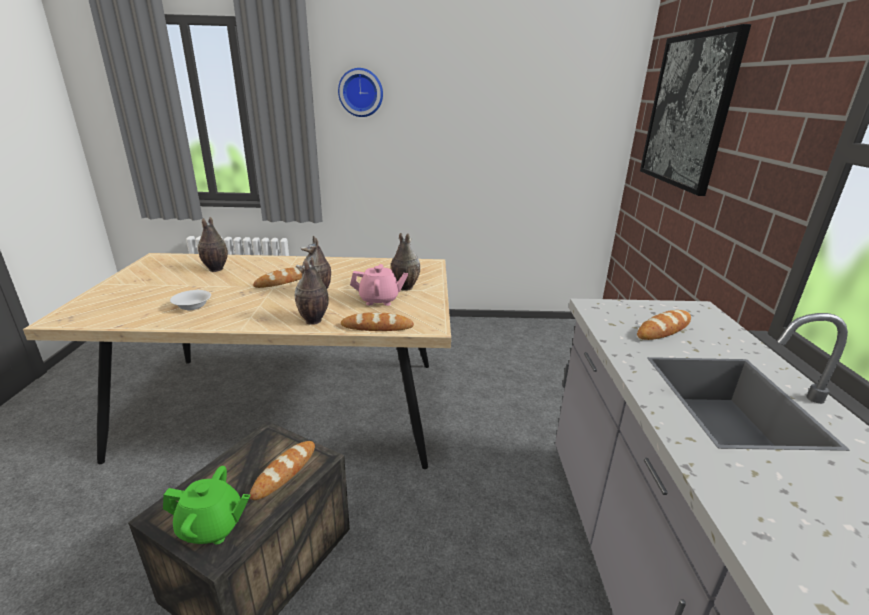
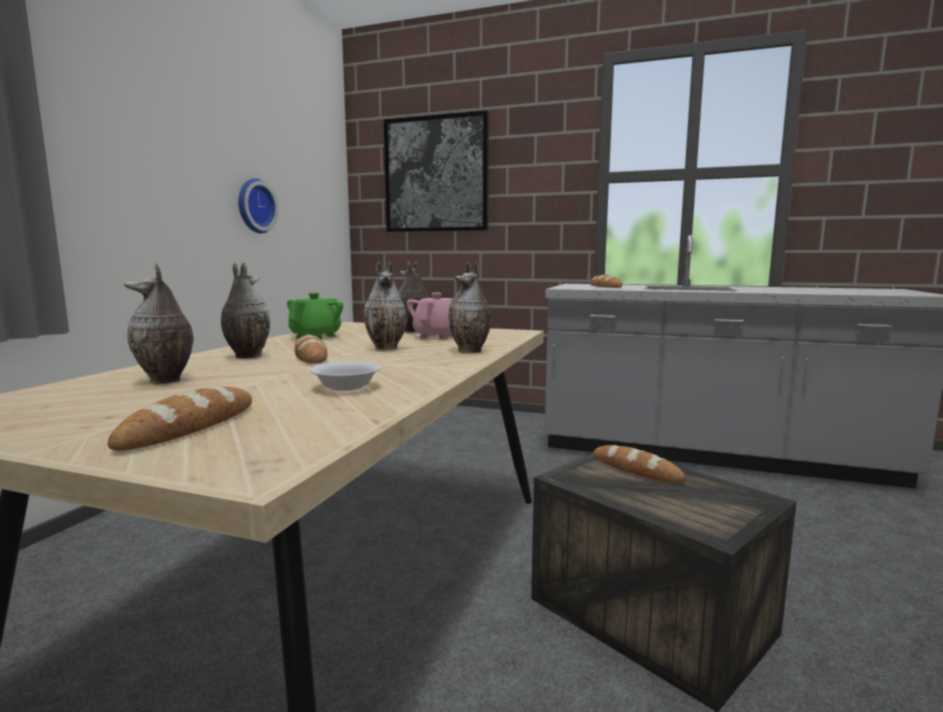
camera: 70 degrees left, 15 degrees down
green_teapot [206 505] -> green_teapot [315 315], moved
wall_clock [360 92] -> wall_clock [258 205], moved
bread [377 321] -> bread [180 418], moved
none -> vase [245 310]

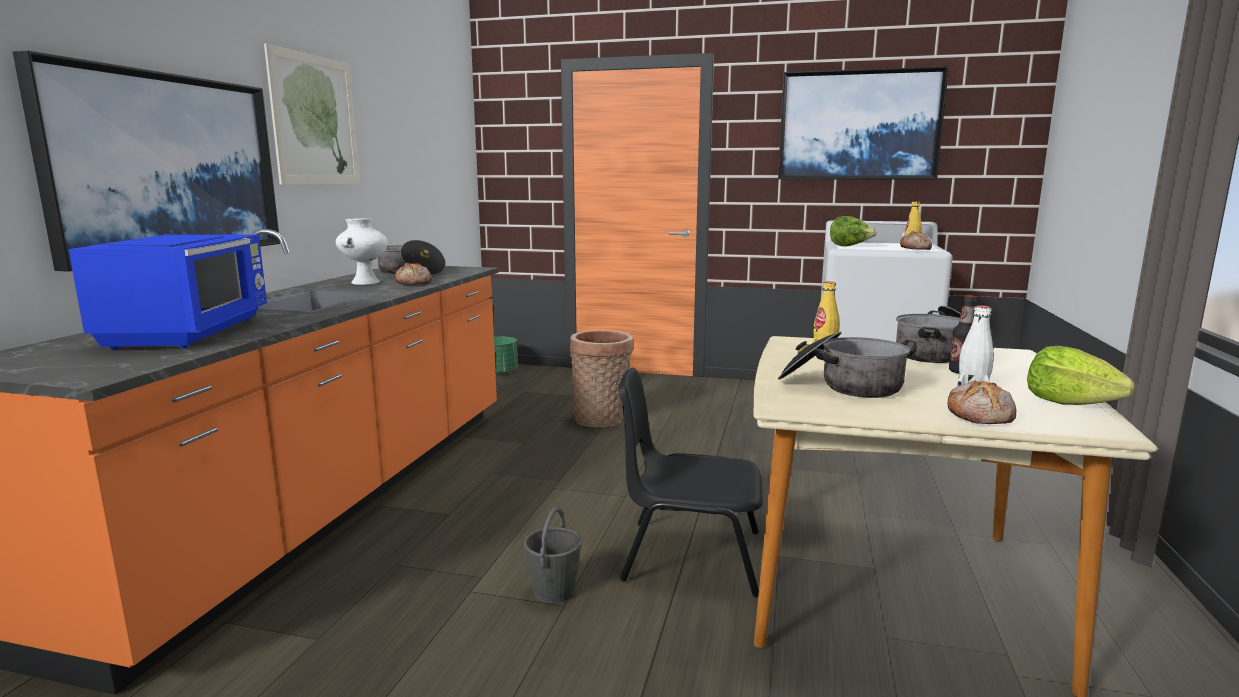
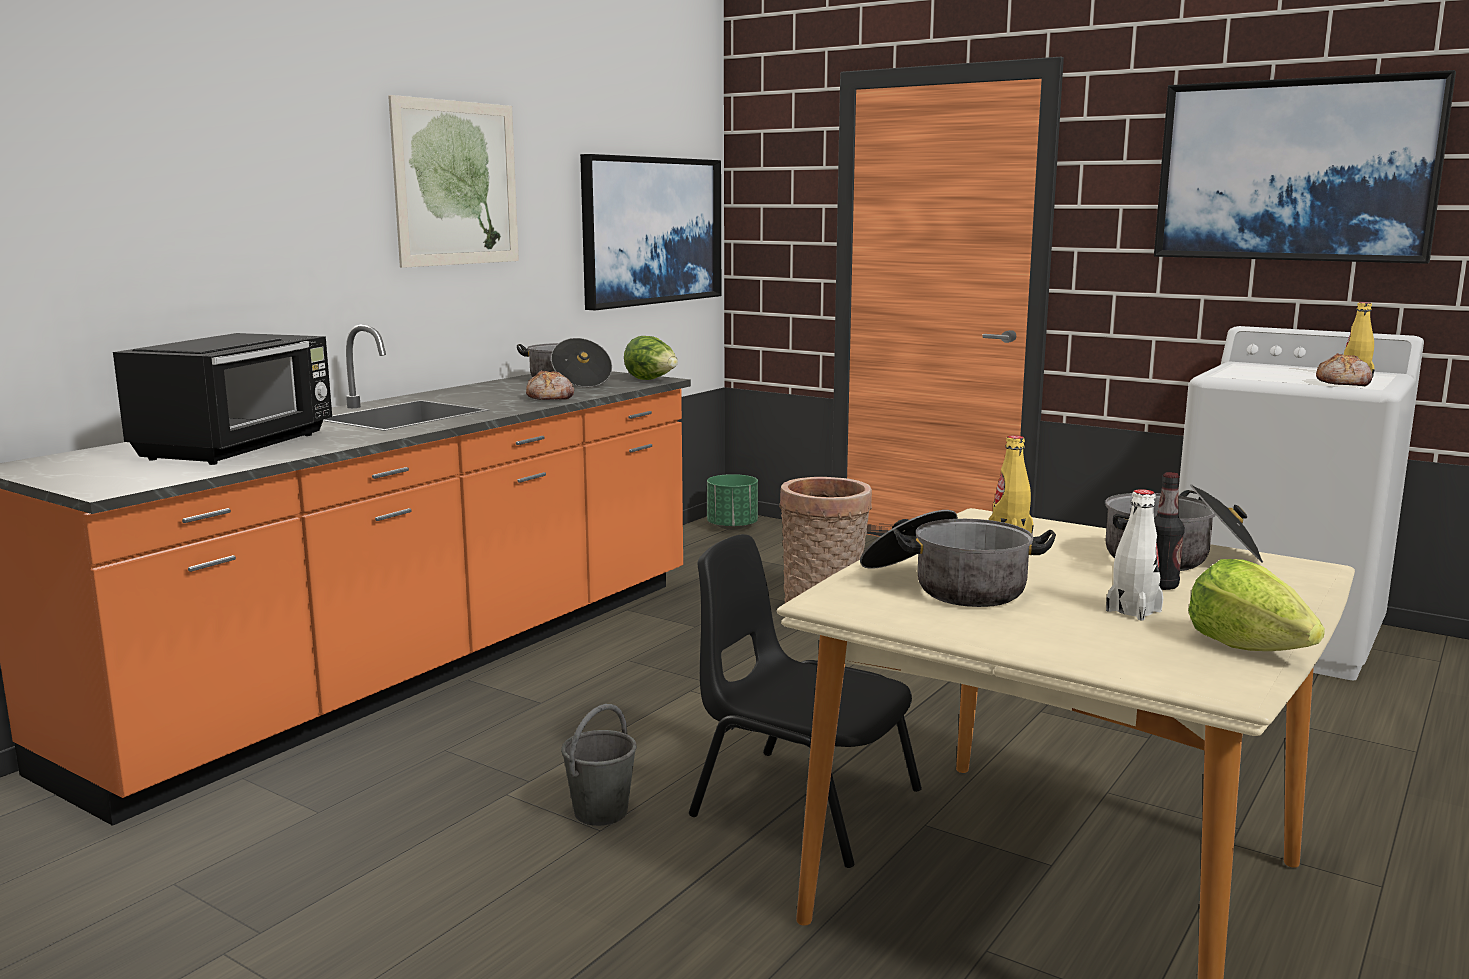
camera: 20 degrees right, 0 degrees up
picture [146 161] -> picture [650 232], moved
blue_microwave [167 291] -> black_microwave [222 399]
white_vase [362 251] -> none
lettuce [853 231] -> lettuce [651 358], moved
bread [981 402] -> none

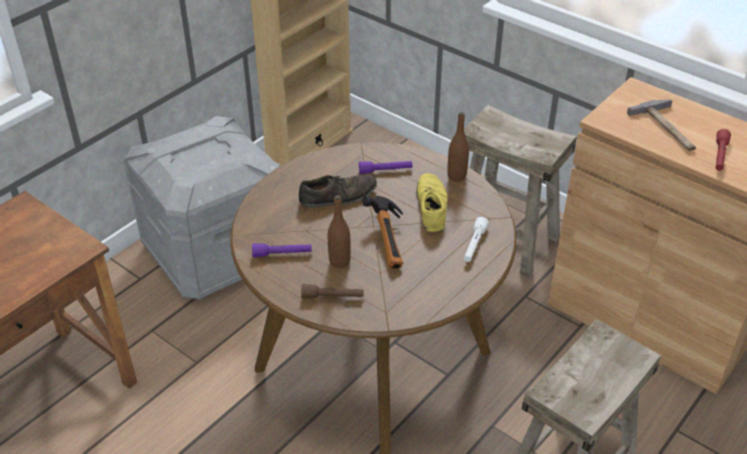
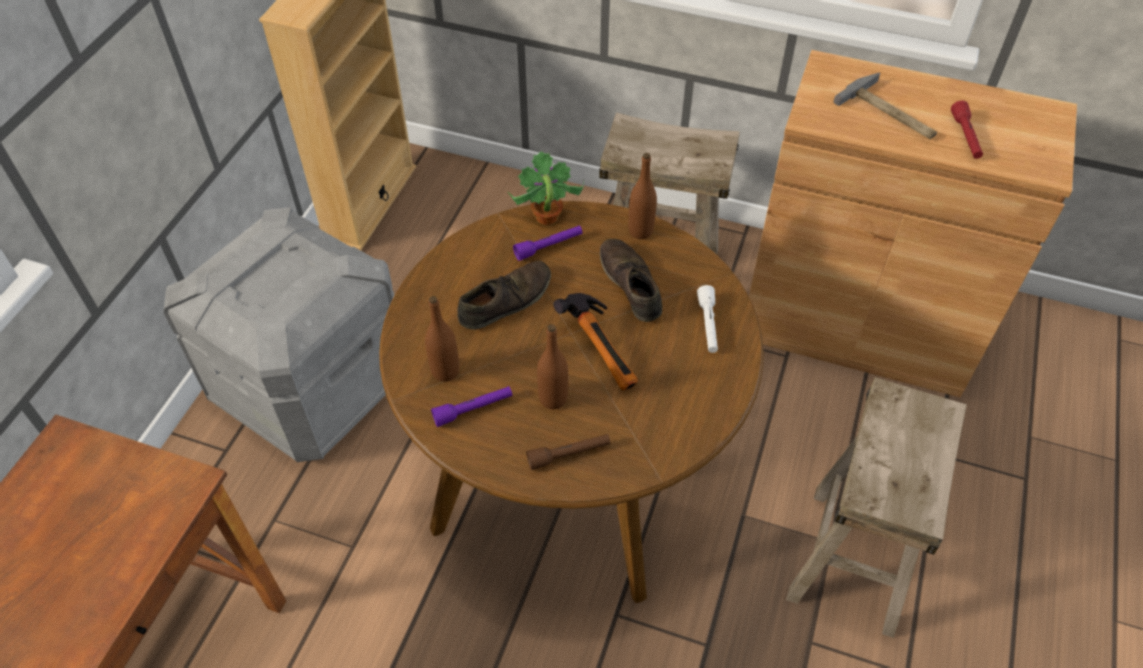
camera: 20 degrees left, 10 degrees up
yellow_shoe [432 202] -> brown_shoe [631 280]
none -> brown_bottle [442 339]
none -> potted_plant [545 188]

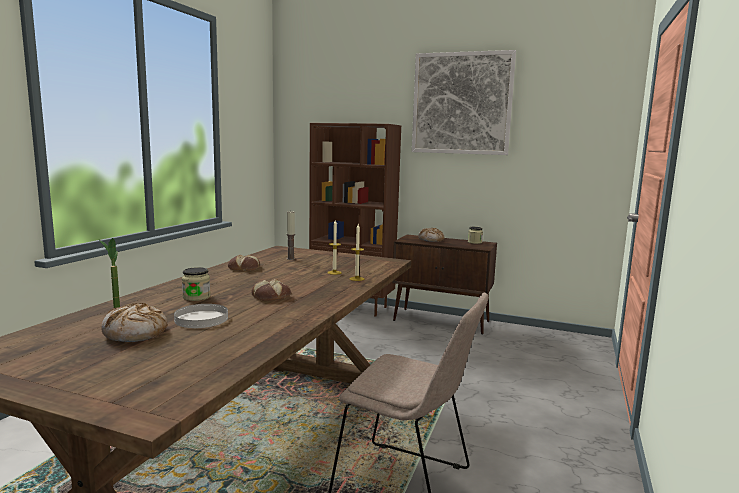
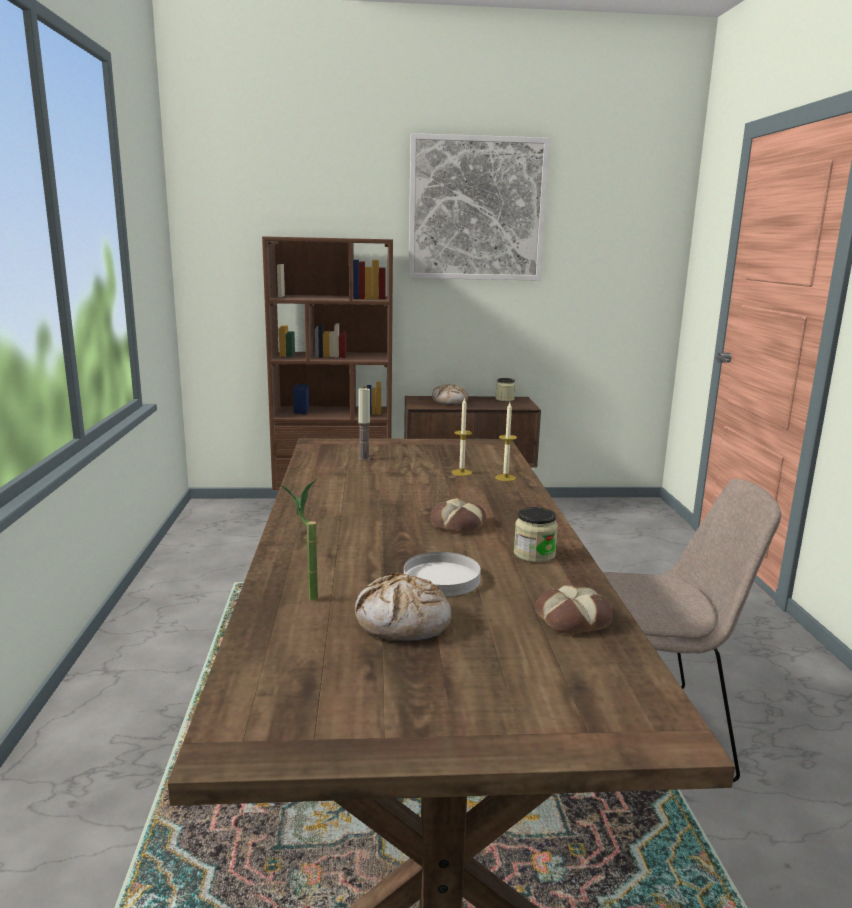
camera: 25 degrees left, 5 degrees up
jar [196 284] -> jar [536 535], moved
bread [244 263] -> bread [574 609], moved

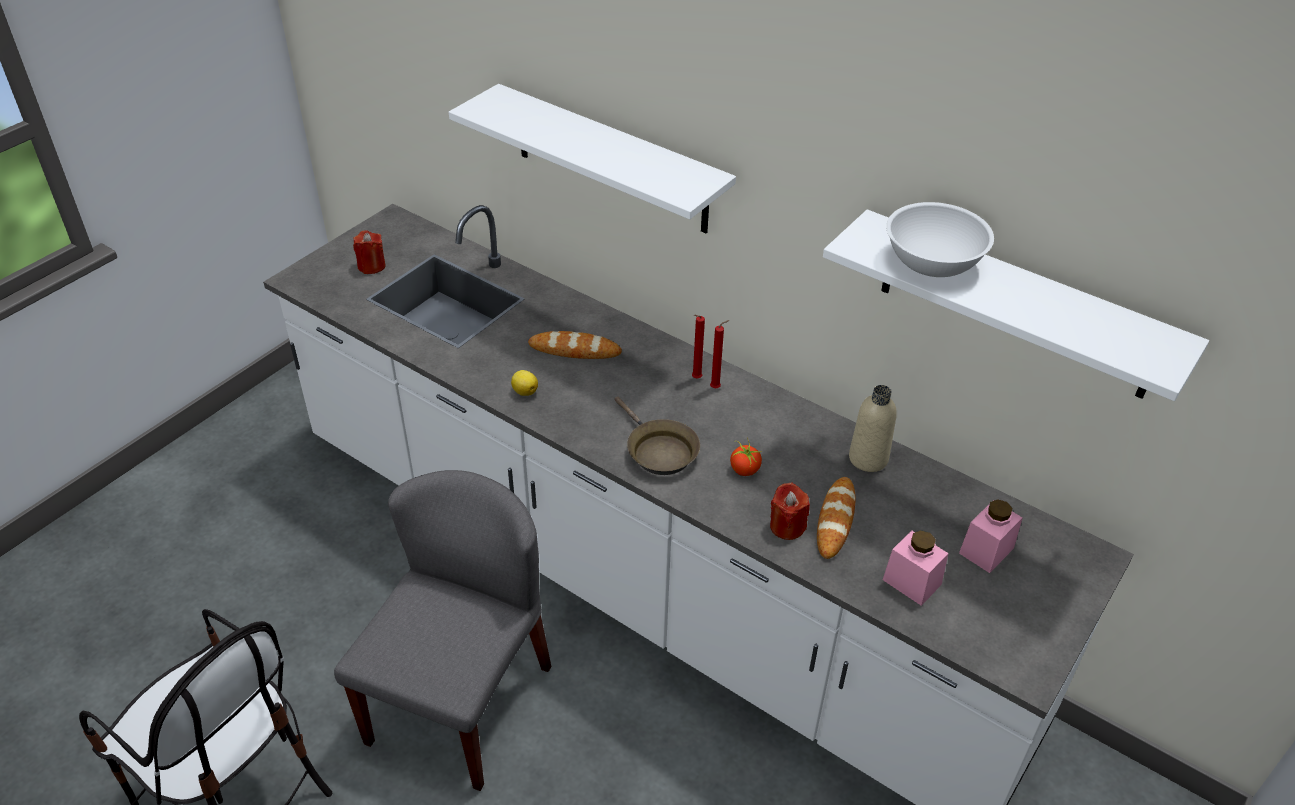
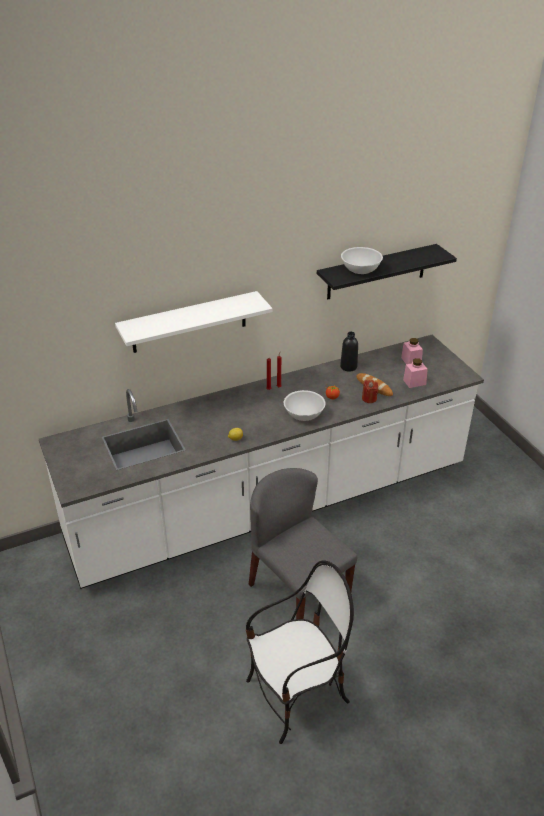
camera: 60 degrees left, 5 degrees down
red_candle [369 252] -> none
bread [575 345] -> none
brown_frying_pan [657 436] -> white_bowl [305 405]
white_shelf [1016 305] -> black_shelf [387 271]
beige_bottle [873 428] -> black_bottle [349 352]

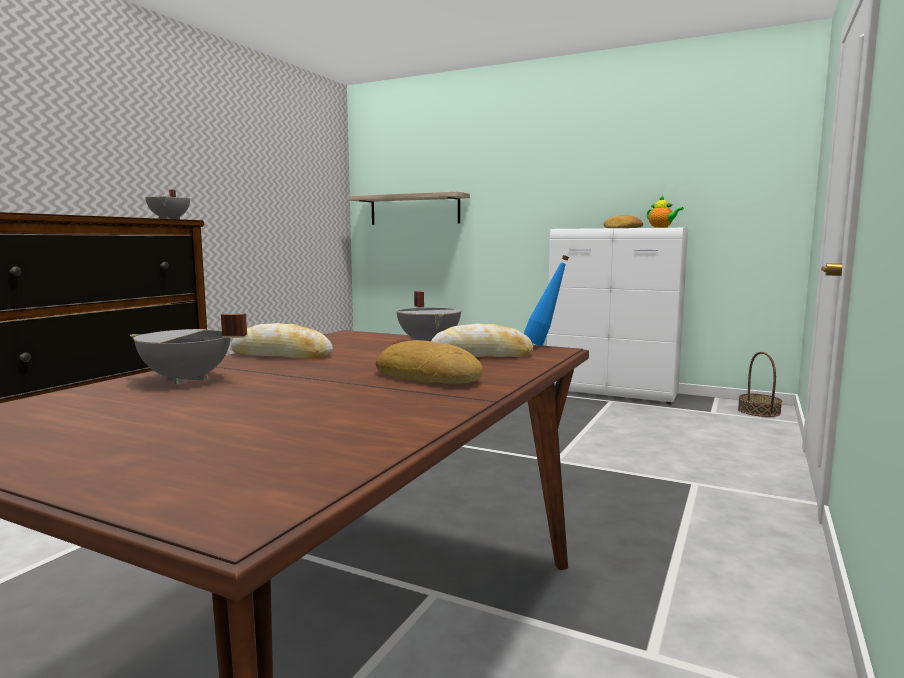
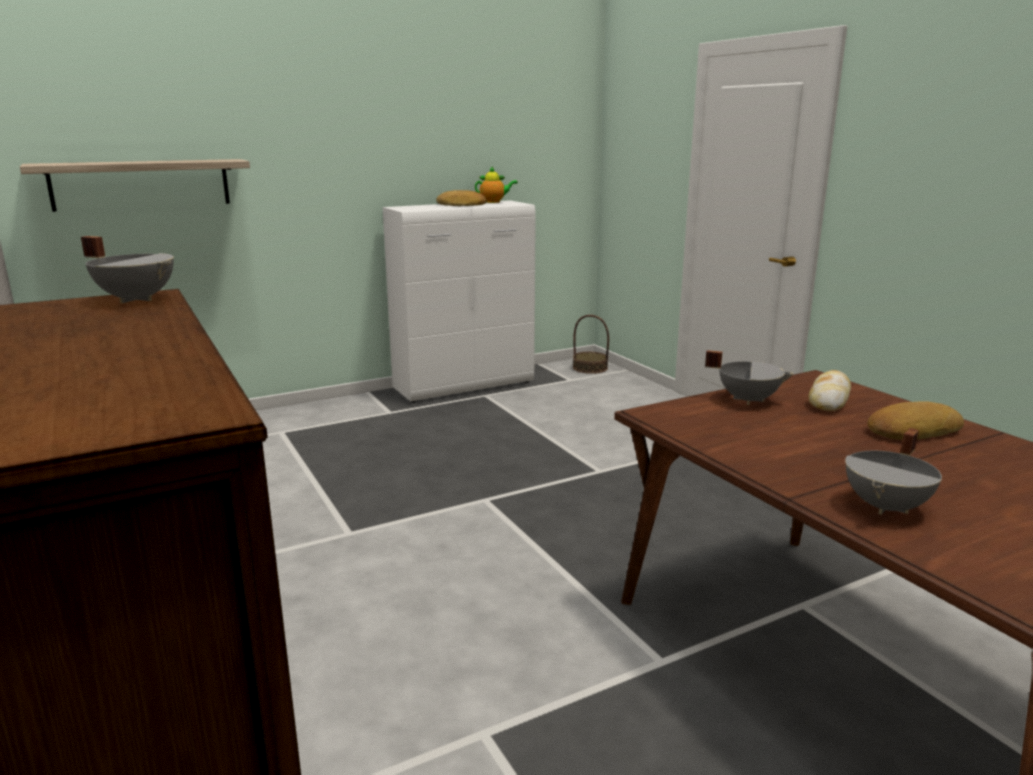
camera: 55 degrees left, 10 degrees up
bread [282 341] -> none
blue_bottle [546 301] -> none

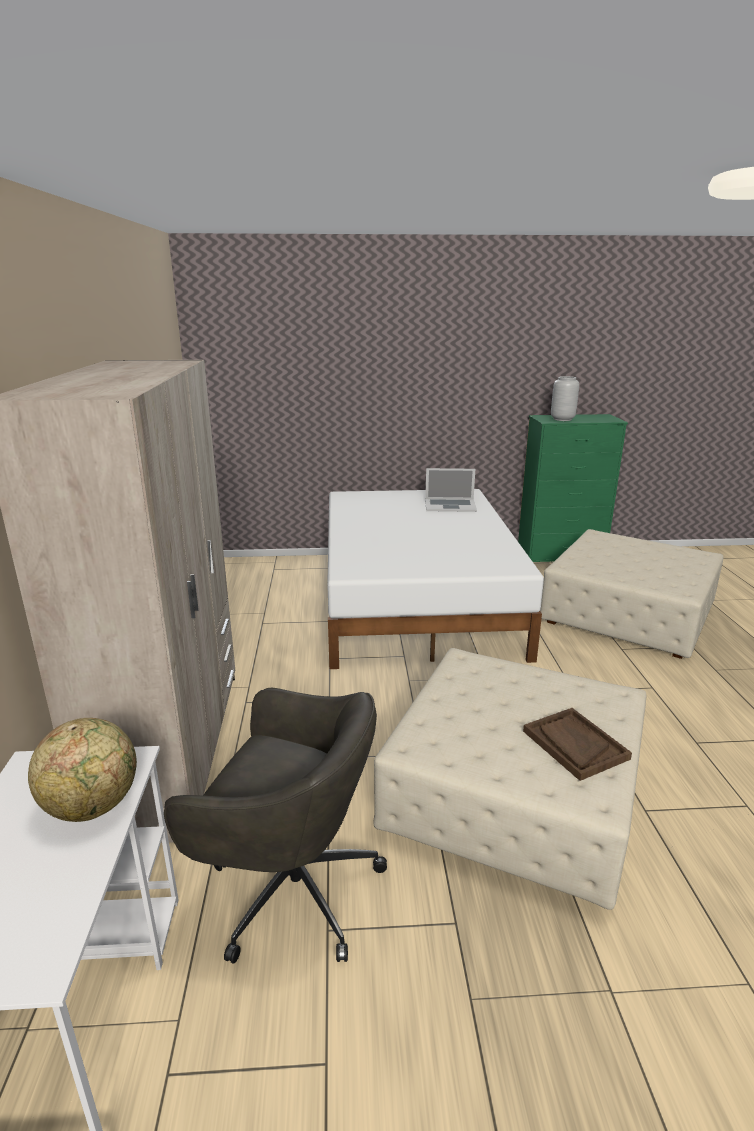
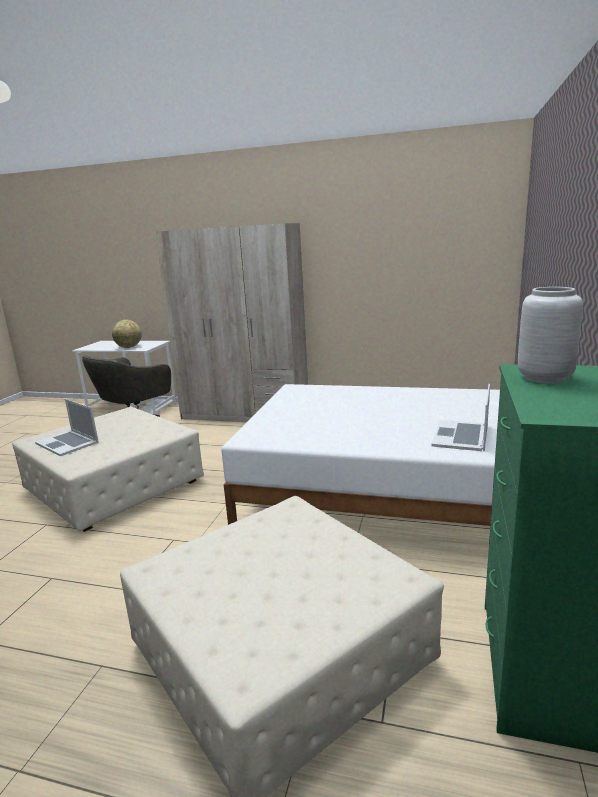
camera: 110 degrees right, 5 degrees down
brown_tray [577 744] -> laptop [67 427]

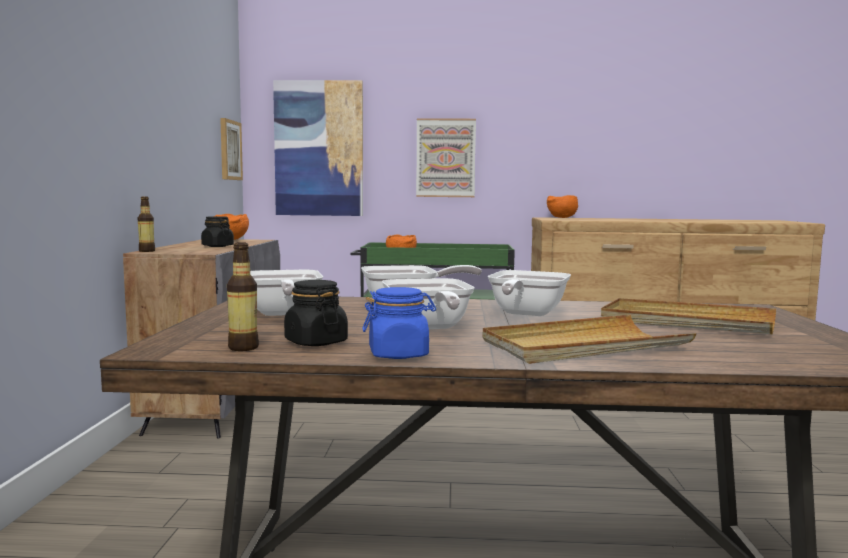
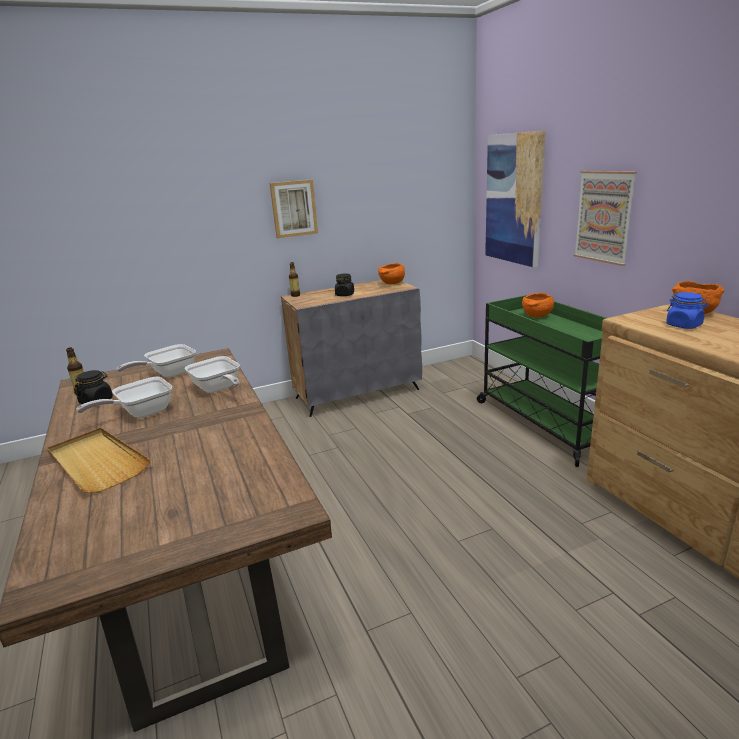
camera: 65 degrees right, 15 degrees up
picture [231 149] -> picture [294 208], moved
blue_jar [399 323] -> blue_jar [687 310], moved
frying_pan [529 293] -> none
beige_tray [688 316] -> none

